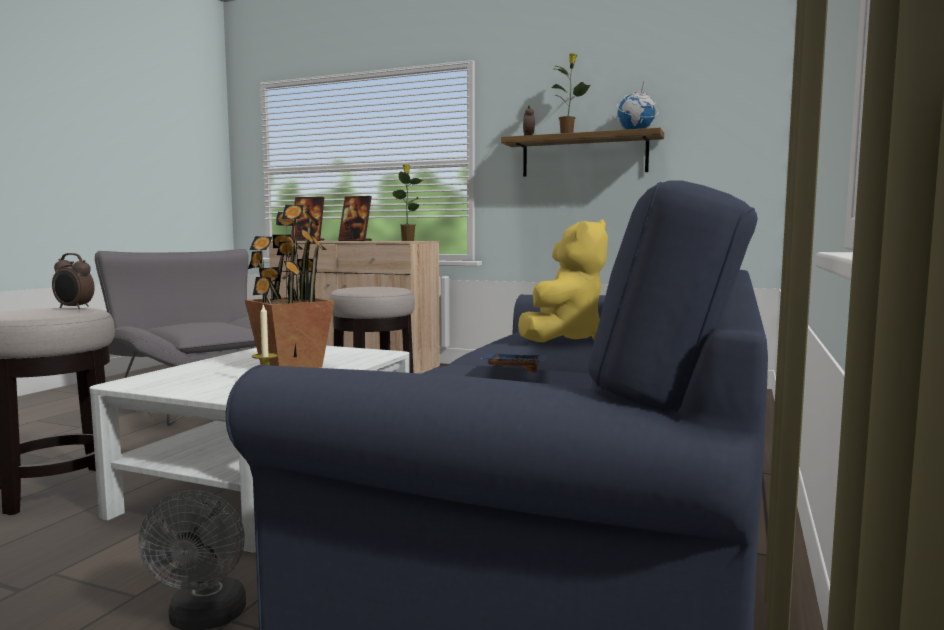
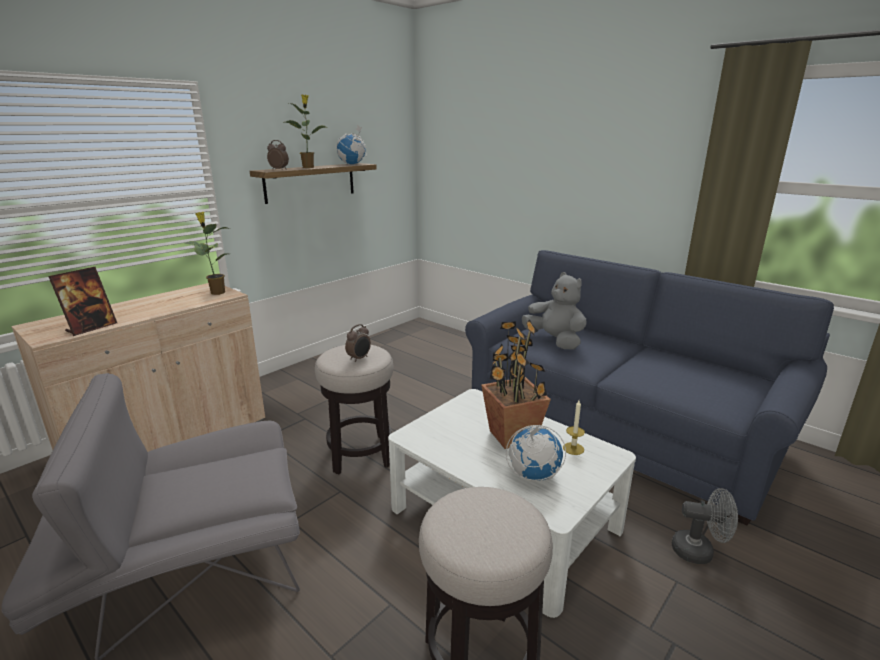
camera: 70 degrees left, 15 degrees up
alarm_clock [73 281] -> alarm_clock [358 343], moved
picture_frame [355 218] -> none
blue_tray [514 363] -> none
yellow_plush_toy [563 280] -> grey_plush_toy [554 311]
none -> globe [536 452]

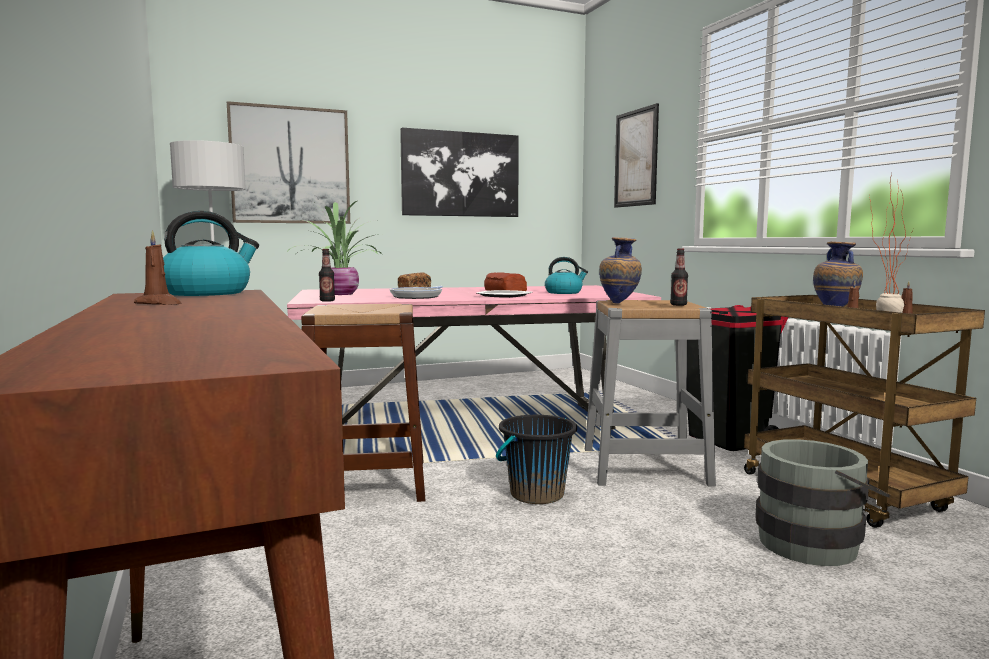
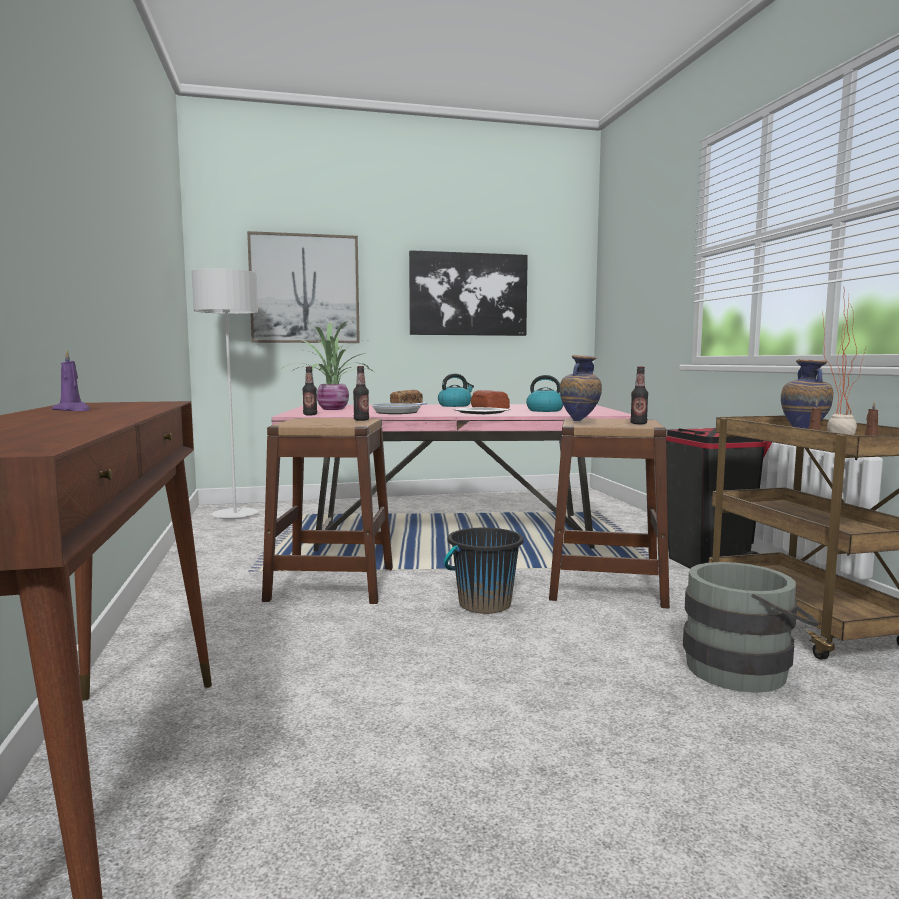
camera: 10 degrees right, 0 degrees up
brown_candle [158 267] -> purple_candle [70 380]
kettle [211 253] -> kettle [456 390], moved
grey_stool [650 393] -> brown_stool [609 513]
picture [636 155] -> none
none -> bottle [361 393]

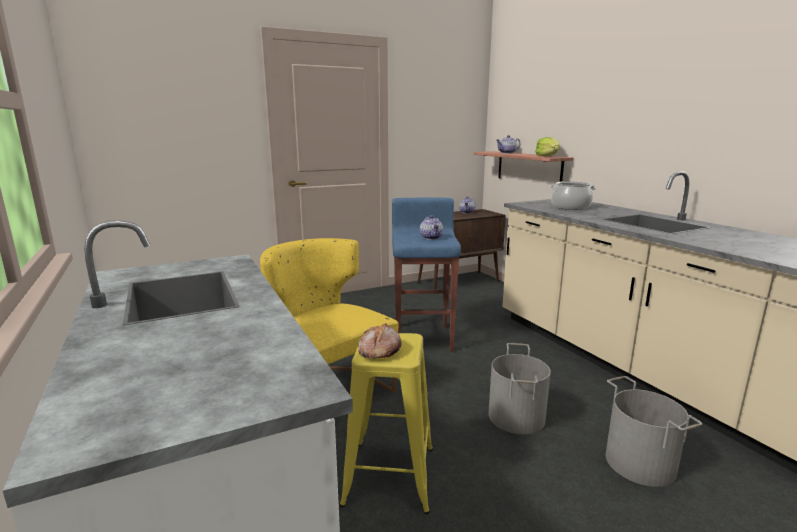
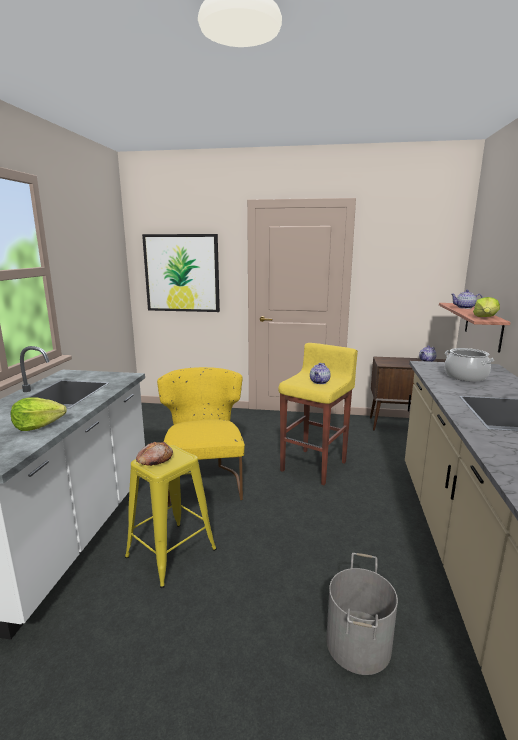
camera: 35 degrees right, 0 degrees up
blue_stool [426 274] -> yellow_stool [318 414]
grey_bucket [519 388] -> none
none -> lettuce [39 414]
none -> picture [181 273]

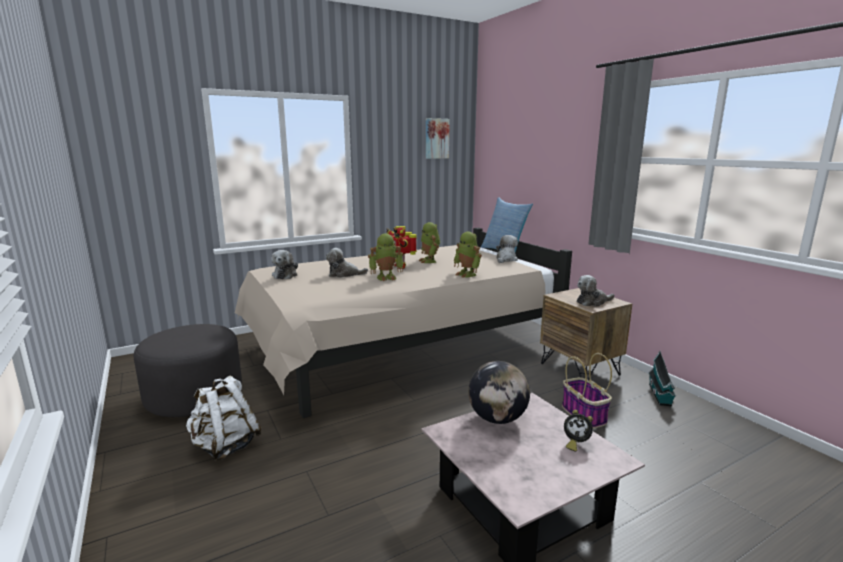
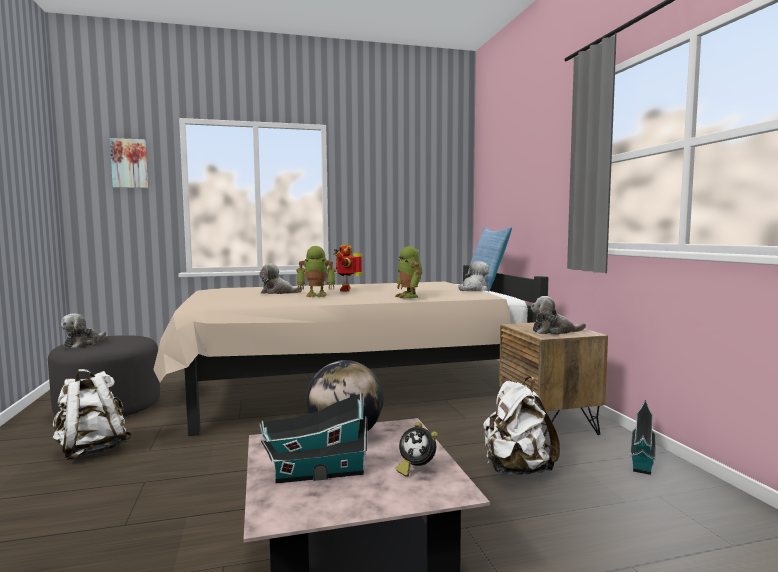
camera: 15 degrees right, 10 degrees down
plush_toy [285 264] -> plush_toy [83 330], moved
toy_robot [429 242] -> none
picture [438 138] -> picture [129 163], moved
basket [587 391] -> white_backpack [521 426]
none -> toy_house [314 437]

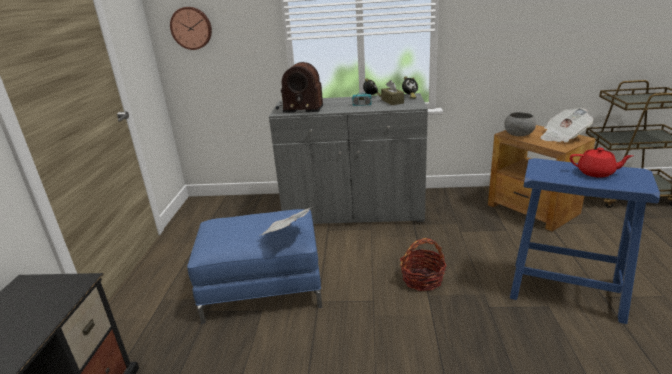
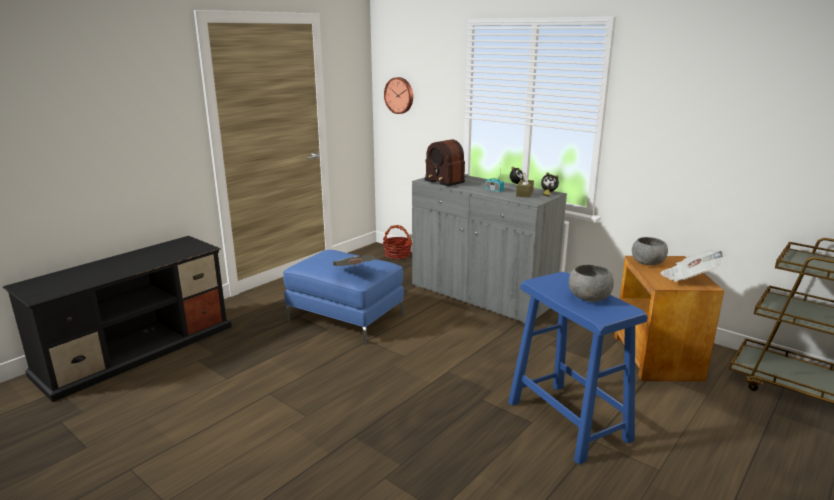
camera: 35 degrees right, 5 degrees down
basket [423 264] -> basket [397 242], moved
red_teapot [601 163] -> grey_bowl [591 283]

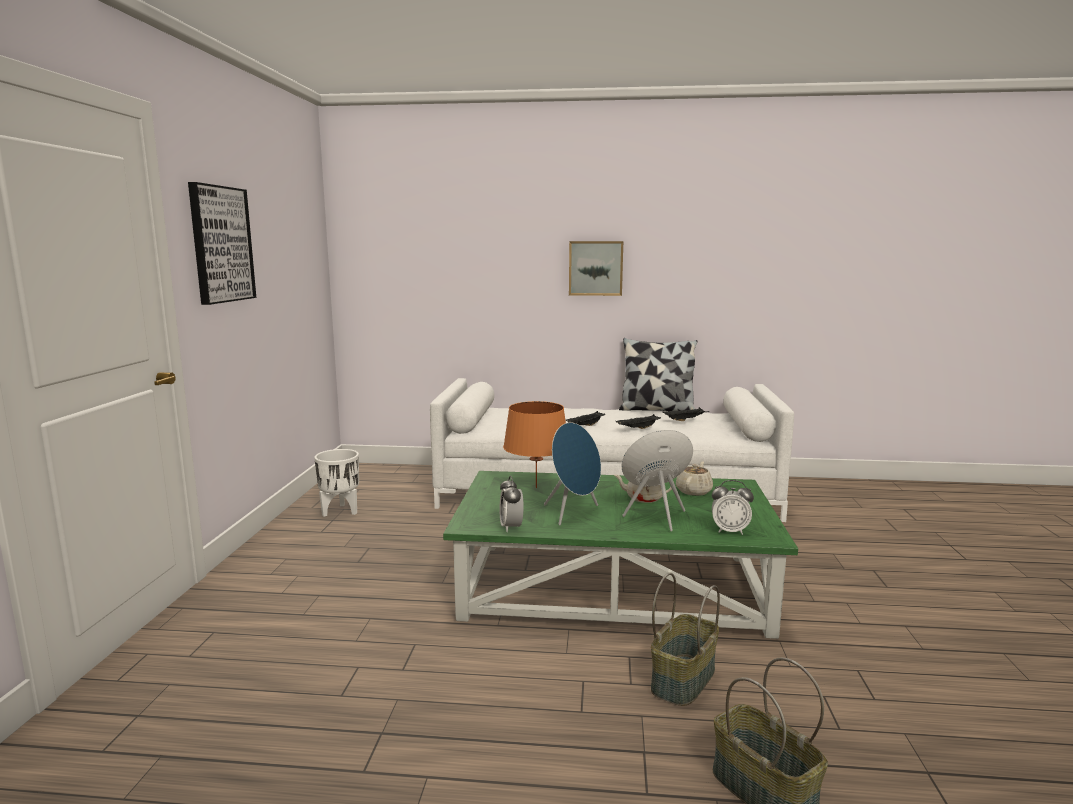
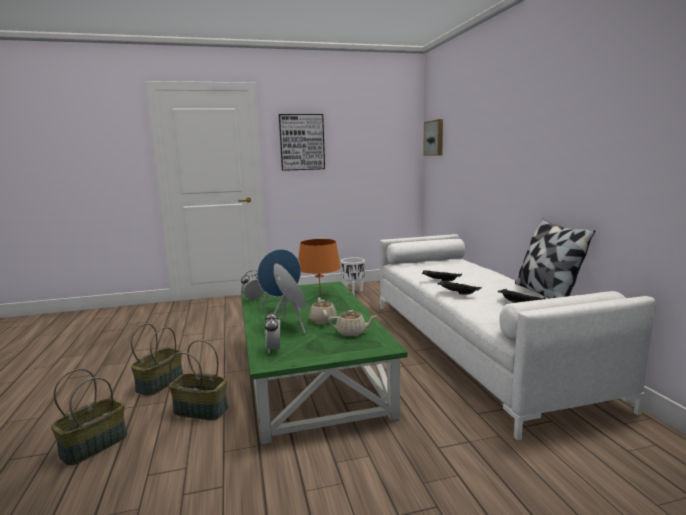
camera: 70 degrees right, 0 degrees up
picture [596 268] -> picture [433 137], moved
none -> basket [157 359]

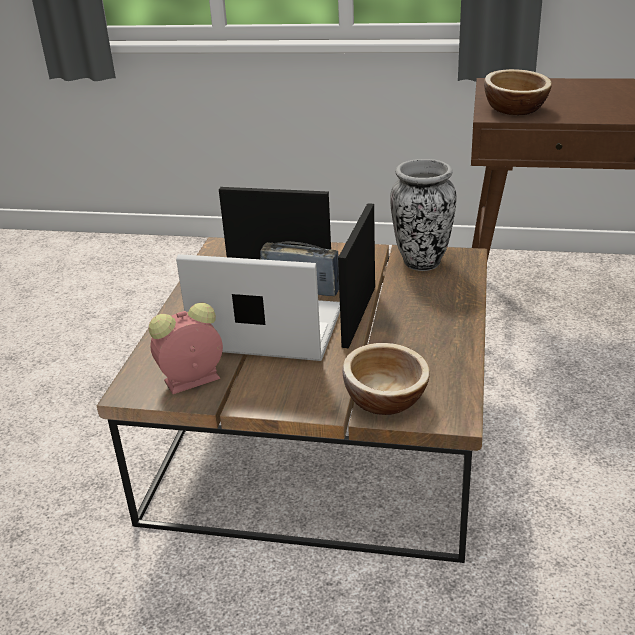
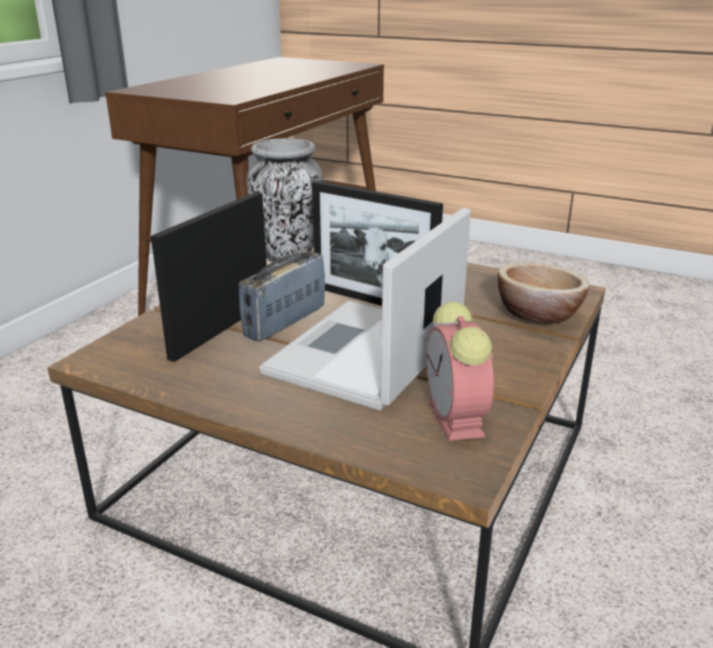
camera: 75 degrees left, 5 degrees down
bowl [518 92] -> none

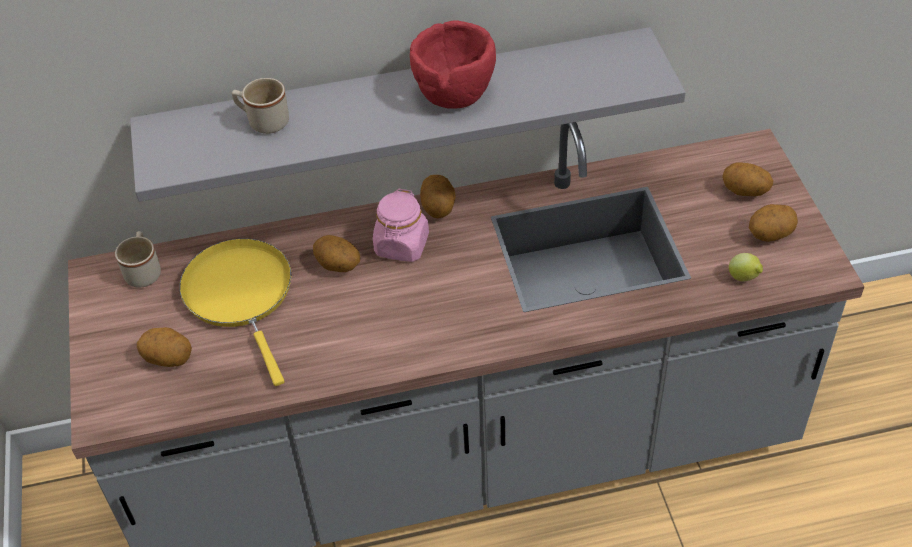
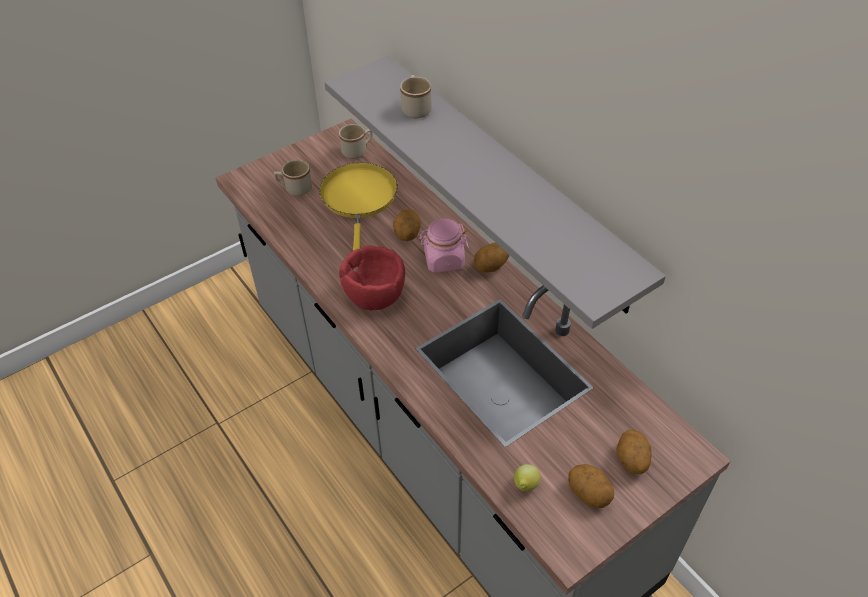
camera: 65 degrees right, 0 degrees up
potato [164 347] -> beige_mug [293 178]
yellow_frying_pan [235 312] -> yellow_frying_pan [358 207], 45 degrees counterclockwise
red_bowl [453 64] -> red_bowl [372 278], moved

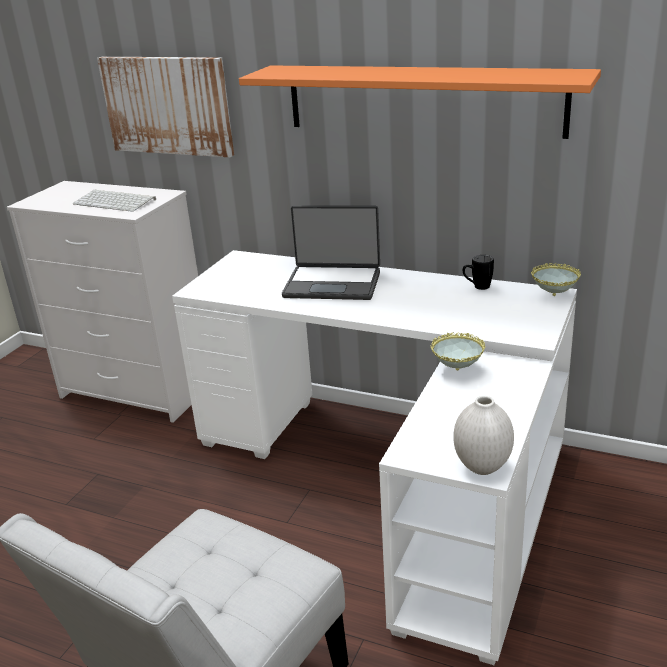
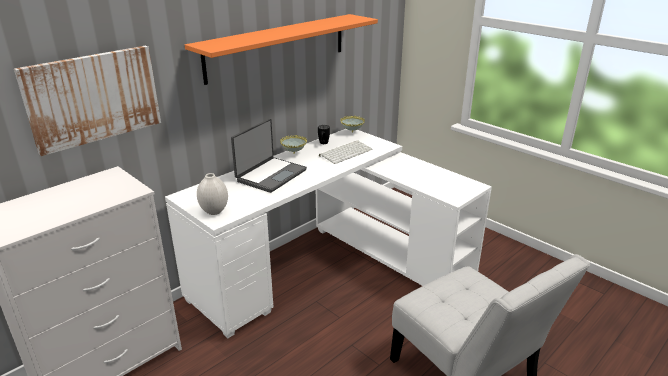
camera: 70 degrees left, 0 degrees up
keyboard [114 200] -> keyboard [346 152], moved
bowl [457 352] -> bowl [293 144], moved
white_vase [483 435] -> white_vase [212 194], moved

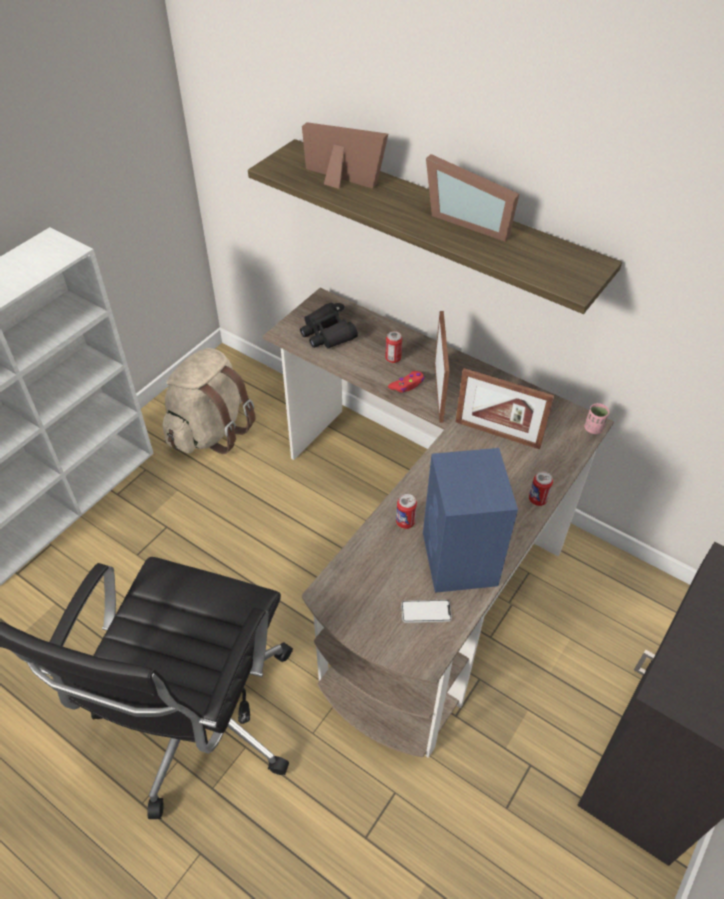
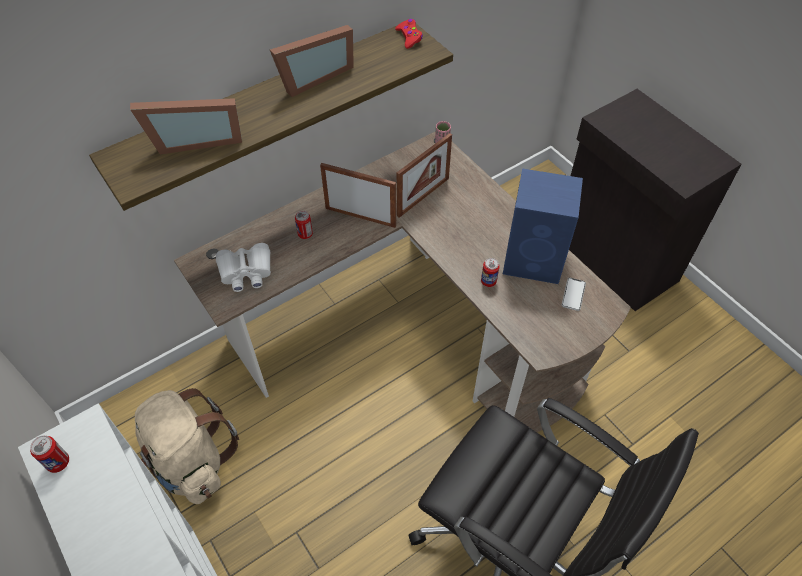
camera: 70 degrees left, 5 degrees up
black_binoculars [329 326] -> white_binoculars [243 267]
picture_frame [345 155] -> picture_frame [186 126], 150 degrees counterclockwise
red_game_controller [406 382] -> red_game_controller [409 34], moved
can [541 488] -> can [49 454], moved

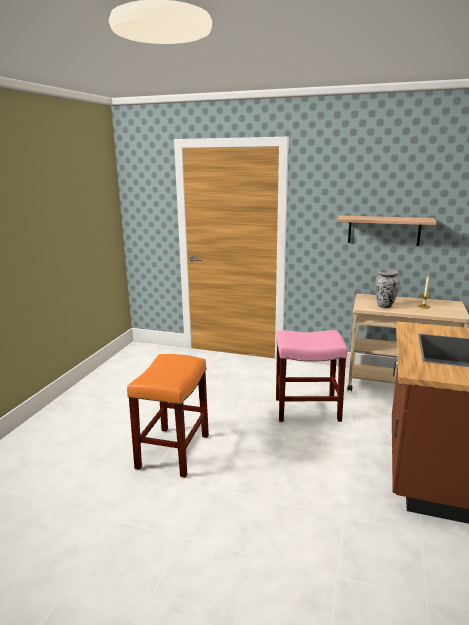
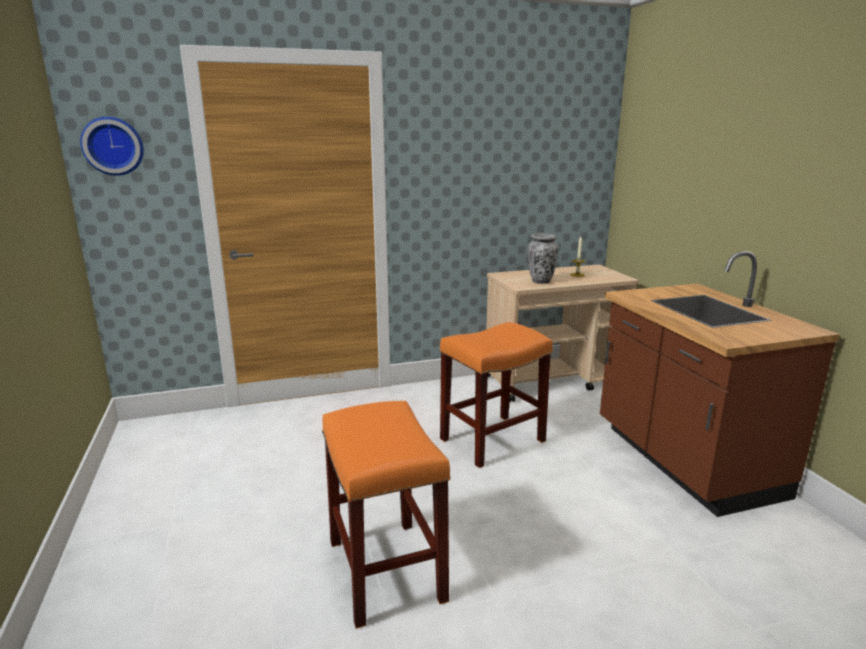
camera: 35 degrees left, 0 degrees up
pink_stool [311 376] -> orange_stool [496 395]
shelf [387 230] -> none
none -> wall_clock [112 146]

